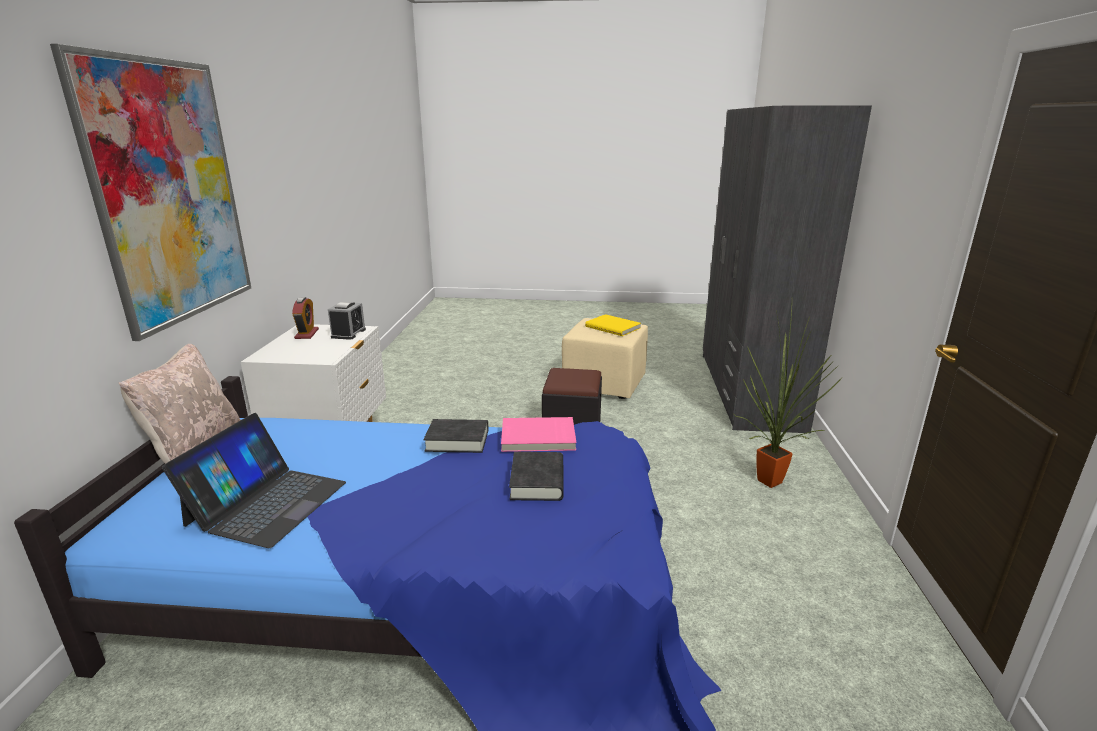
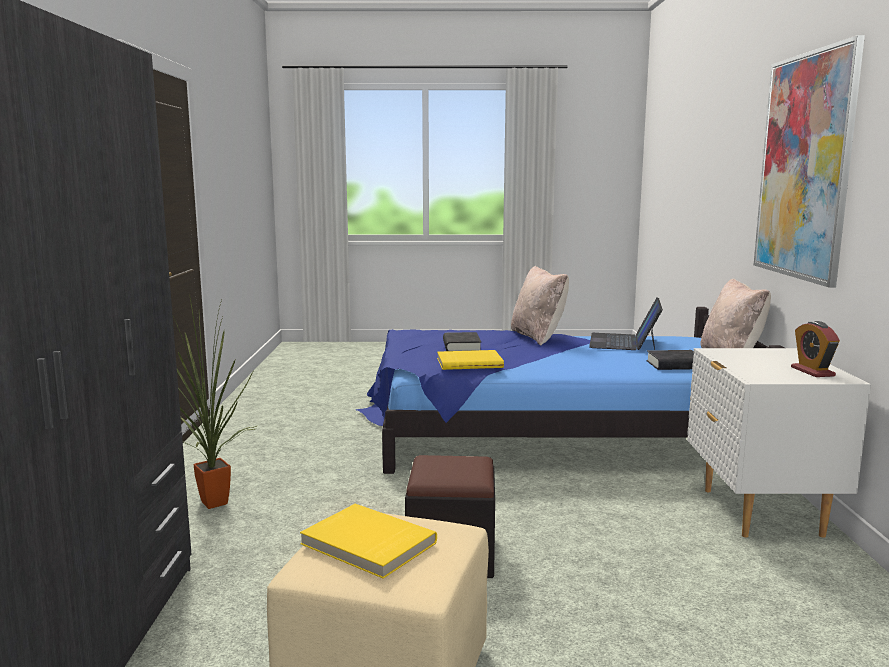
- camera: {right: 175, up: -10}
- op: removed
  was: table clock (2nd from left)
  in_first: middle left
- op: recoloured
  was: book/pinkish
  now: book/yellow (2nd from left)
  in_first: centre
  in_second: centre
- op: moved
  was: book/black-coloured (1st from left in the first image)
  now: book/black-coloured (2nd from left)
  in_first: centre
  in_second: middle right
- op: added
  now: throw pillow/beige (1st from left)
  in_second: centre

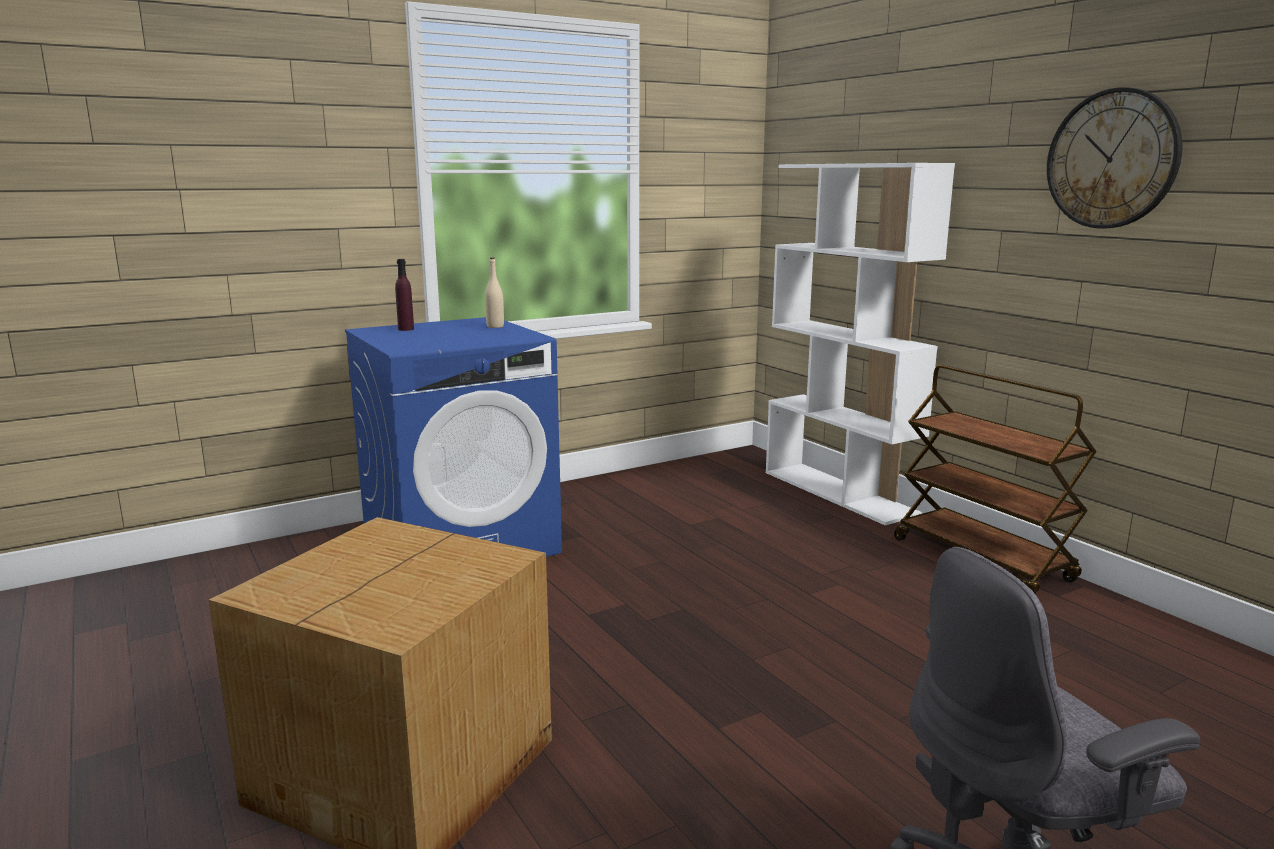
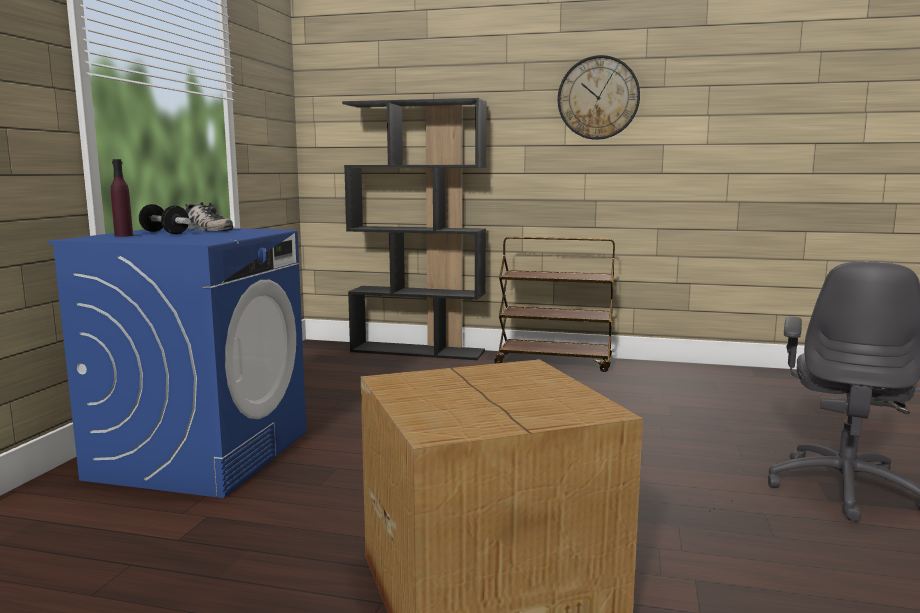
- camera: {right: -45, up: -5}
- op: recoloured
  was: shelving unit/white
  now: shelving unit/black-coloured
  in_first: middle right
  in_second: centre
- op: replaced
  was: beverage bottle/beige
  now: item of footwear
  in_first: centre
  in_second: middle left
- op: added
  now: dumbbell
  in_second: middle left

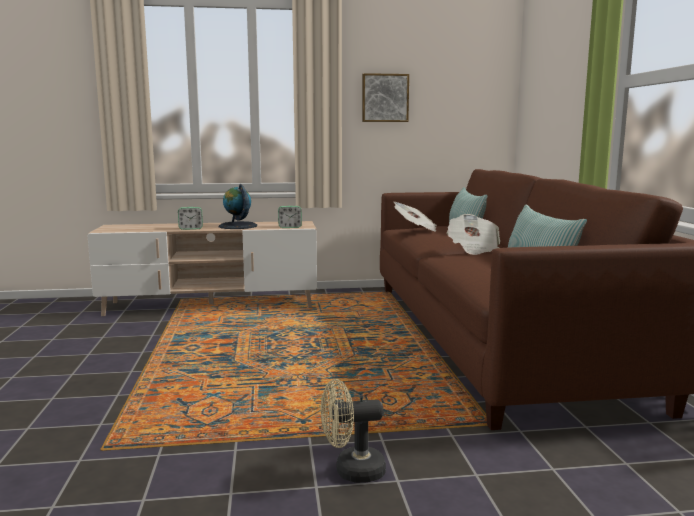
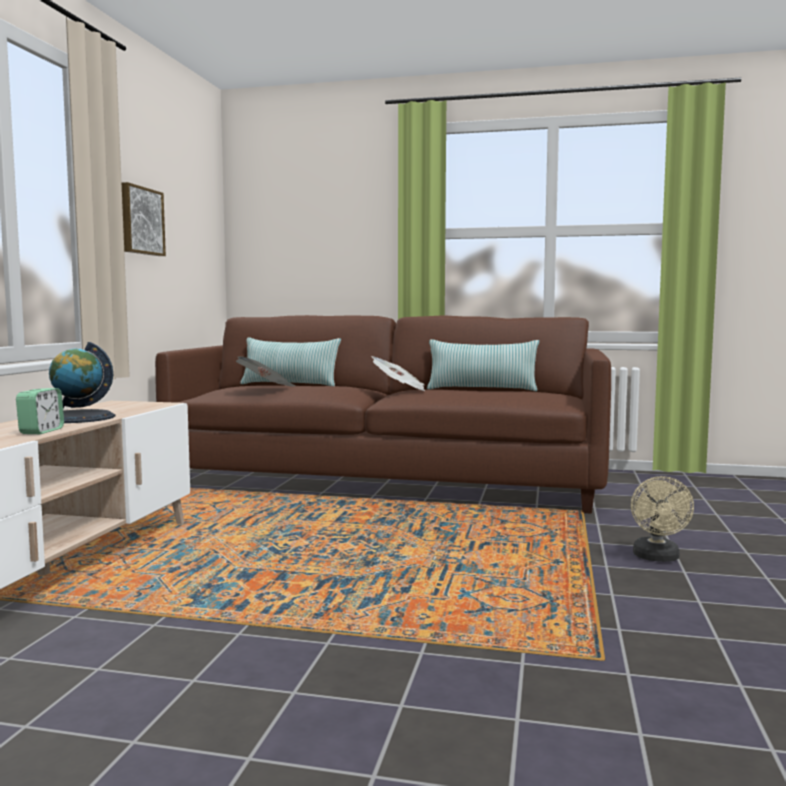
- camera: {right: -70, up: -5}
- op: removed
  was: table clock (2nd from left)
  in_first: centre

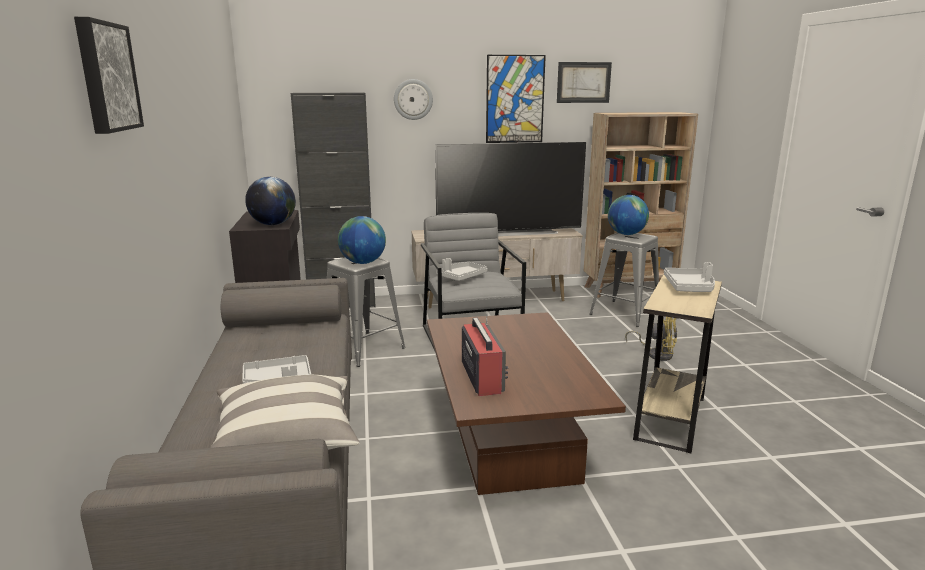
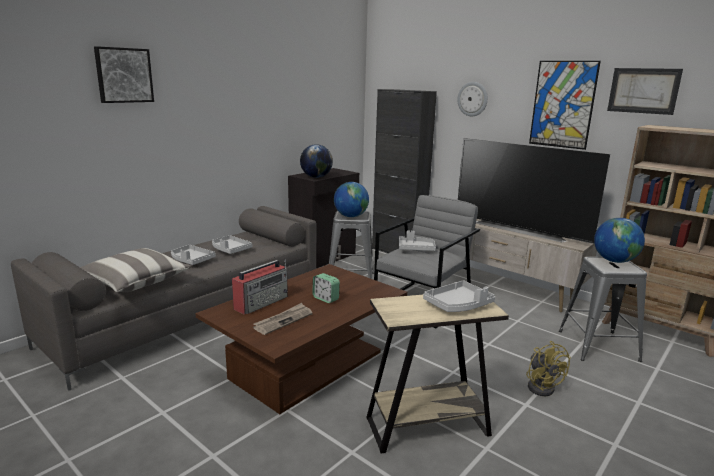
- camera: {right: 50, up: 0}
- op: added
  now: carrying tray/gray (2nd from left)
  in_second: middle left
- op: added
  now: table clock
  in_second: centre
- op: added
  now: printed paper
  in_second: bottom centre

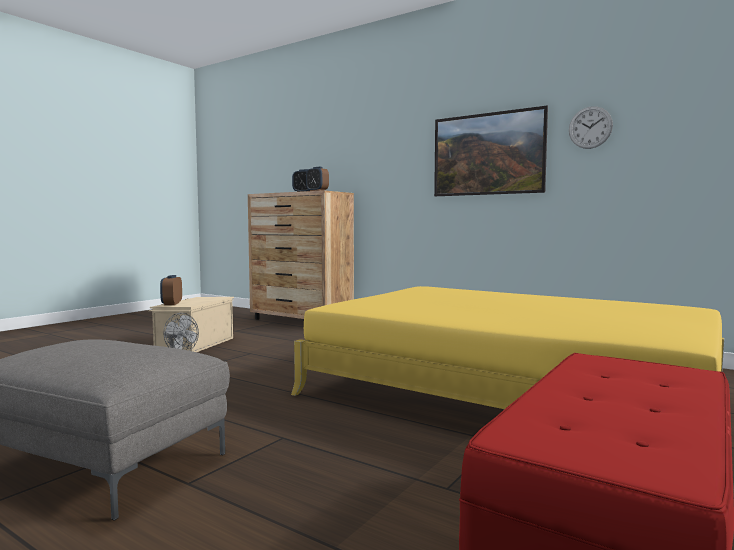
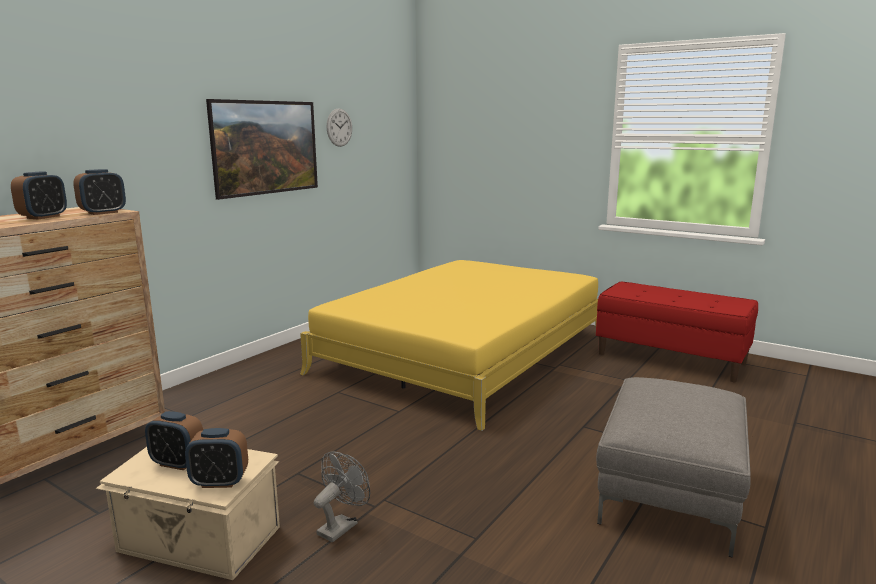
- camera: {right: -90, up: 10}
- op: added
  now: table clock (3rd from left)
  in_second: bottom left

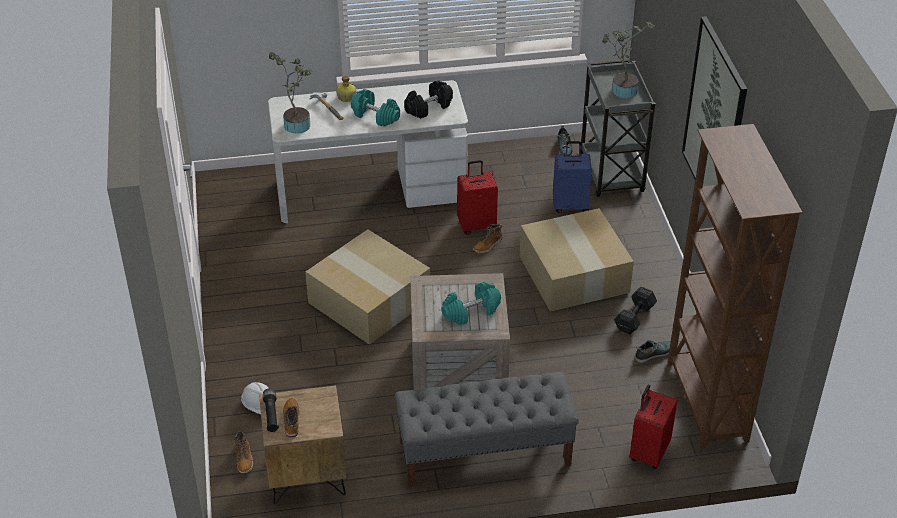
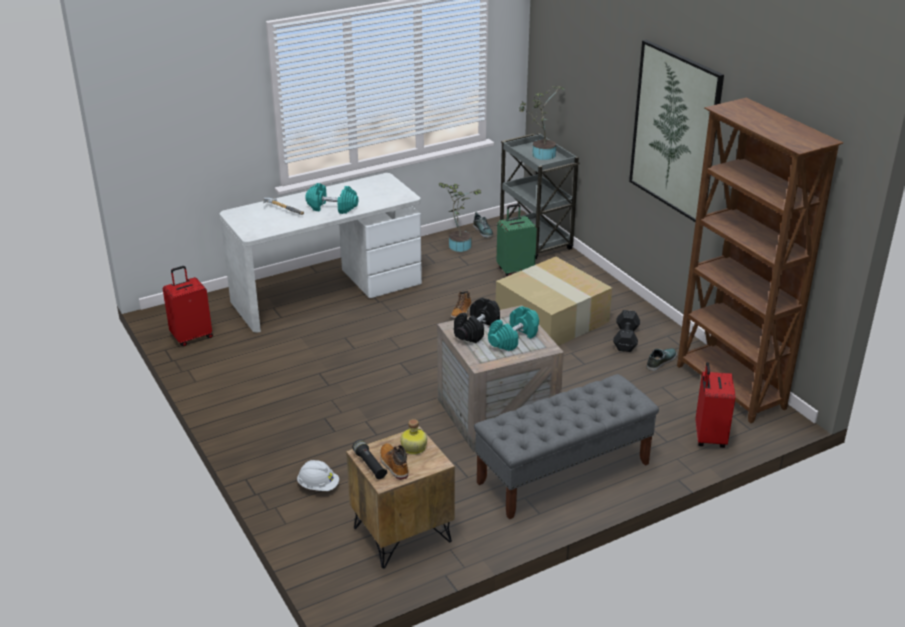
- camera: {right: -20, up: -10}
- op: moved
  was: potted plant (1st from left)
  in_first: top left
  in_second: centre
- op: moved
  was: beverage bottle
  in_first: top centre
  in_second: bottom centre
- op: moved
  was: dumbbell/black-coloured (1st from left)
  in_first: top centre
  in_second: centre
- op: recoloured
  was: travel case/blue-coloured
  now: travel case/greenish
  in_first: centre
  in_second: centre
- op: moved
  was: travel case/red-coloured (1st from left)
  in_first: centre
  in_second: middle left
- op: removed
  was: packing box (1st from left)
  in_first: centre
- op: removed
  was: boot (1st from left)
  in_first: bottom left

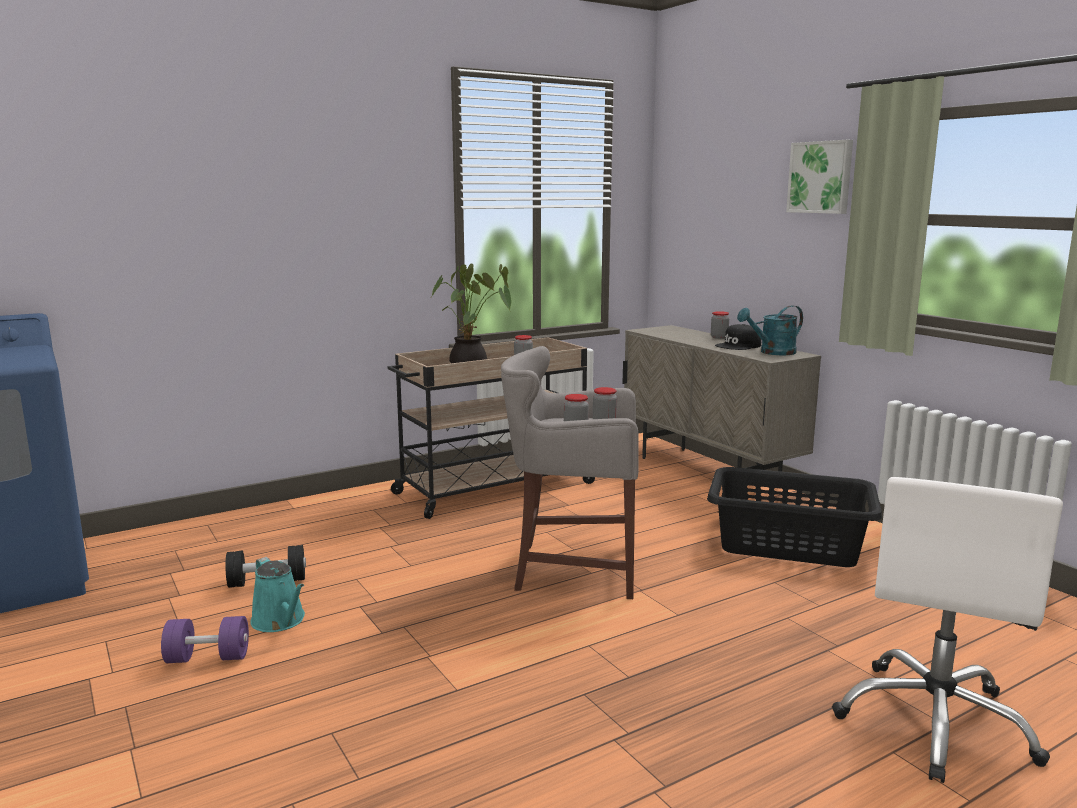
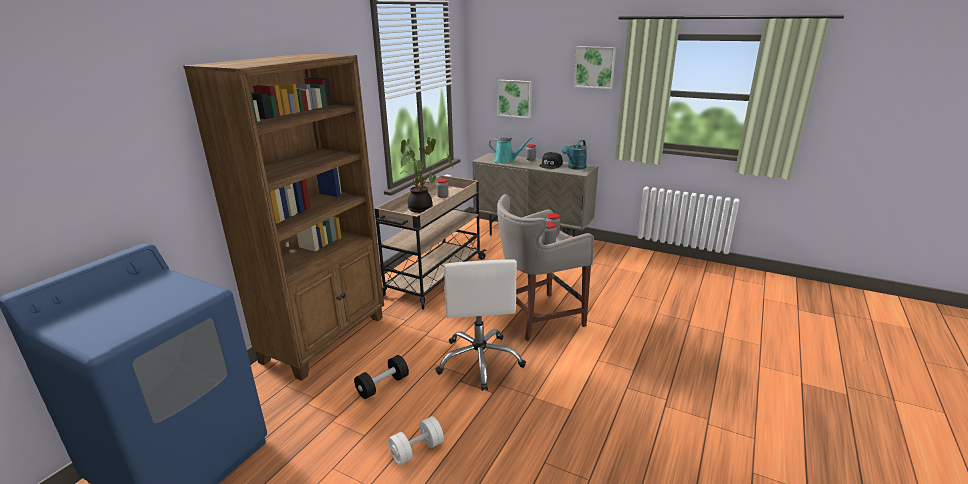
- camera: {right: -30, up: 10}
- op: removed
  was: washing basket/black-coloured
  in_first: middle right
- op: moved
  was: computer chair/white
  in_first: bottom right
  in_second: bottom centre
- op: moved
  was: watering pot/turquoise-coloured (1st from left)
  in_first: bottom left
  in_second: top centre
- op: recoloured
  was: dumbbell/purple
  now: dumbbell/white
  in_first: bottom left
  in_second: bottom centre
- op: added
  now: shelving unit/brownish
  in_second: middle left
- op: added
  now: wall picture (1st from left)
  in_second: top centre

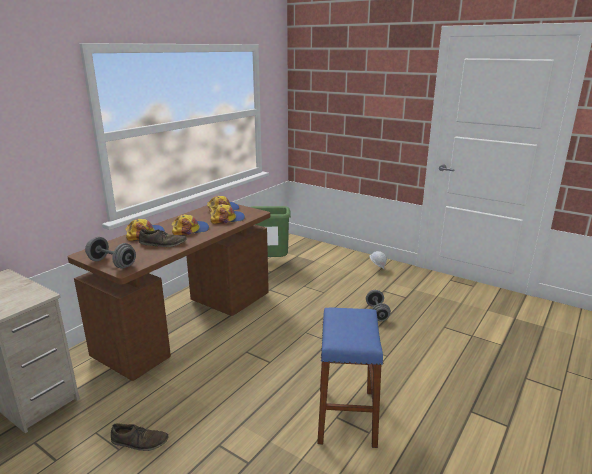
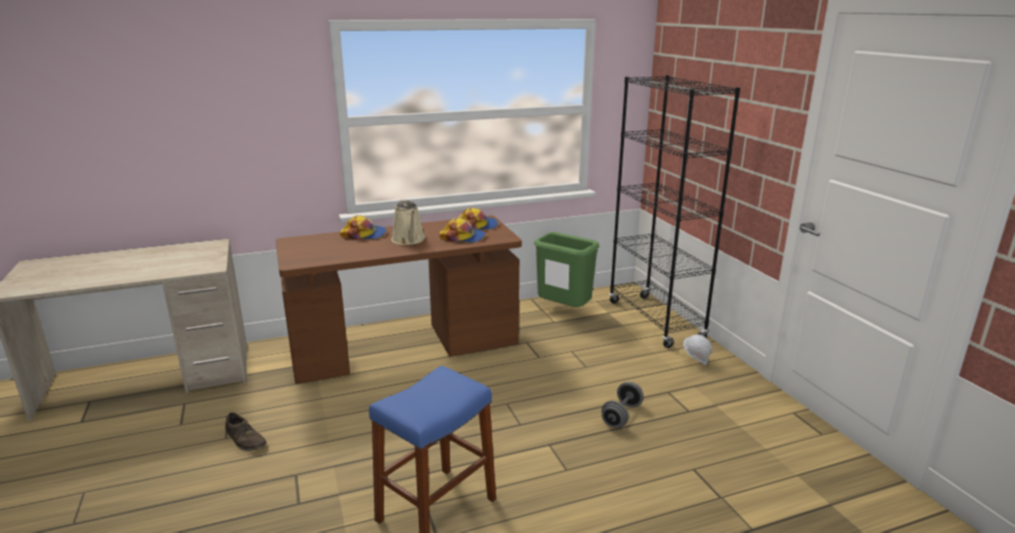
- camera: {right: 35, up: 0}
- op: replaced
  was: peaked cap (2nd from left)
  now: watering pot/beige
  in_first: middle left
  in_second: centre
- op: removed
  was: item of footwear/brownish (2nd from left)
  in_first: middle left
- op: removed
  was: dumbbell/gray (1st from left)
  in_first: middle left
- op: added
  now: shelving unit/black-coloured
  in_second: centre

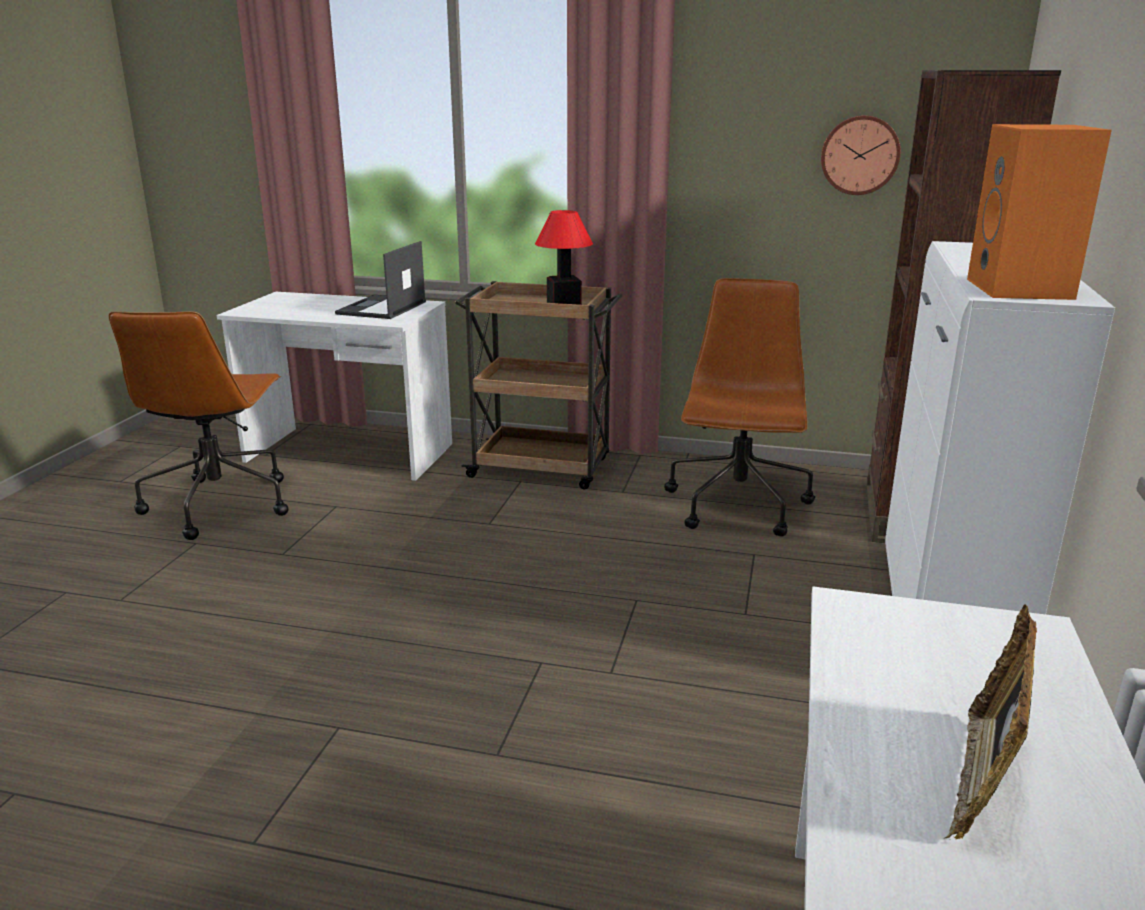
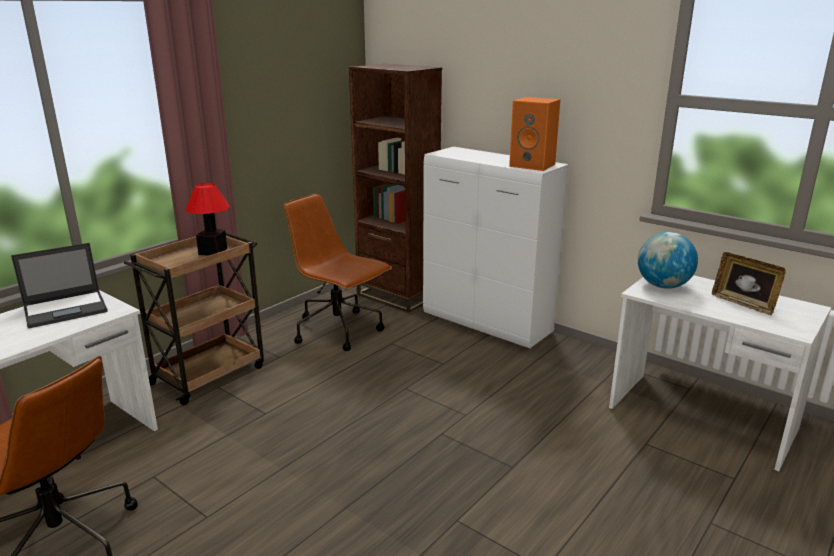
- camera: {right: -65, up: 0}
- op: removed
  was: hanging clock
  in_first: top right
- op: turned
  was: portable computer
  in_first: top left
  in_second: middle left
  clockwise: -75
- op: added
  now: globe
  in_second: middle right

